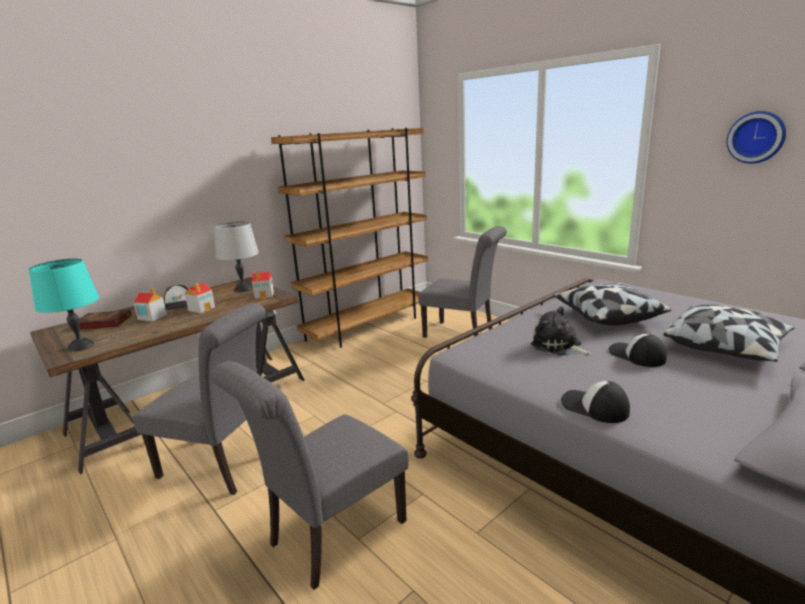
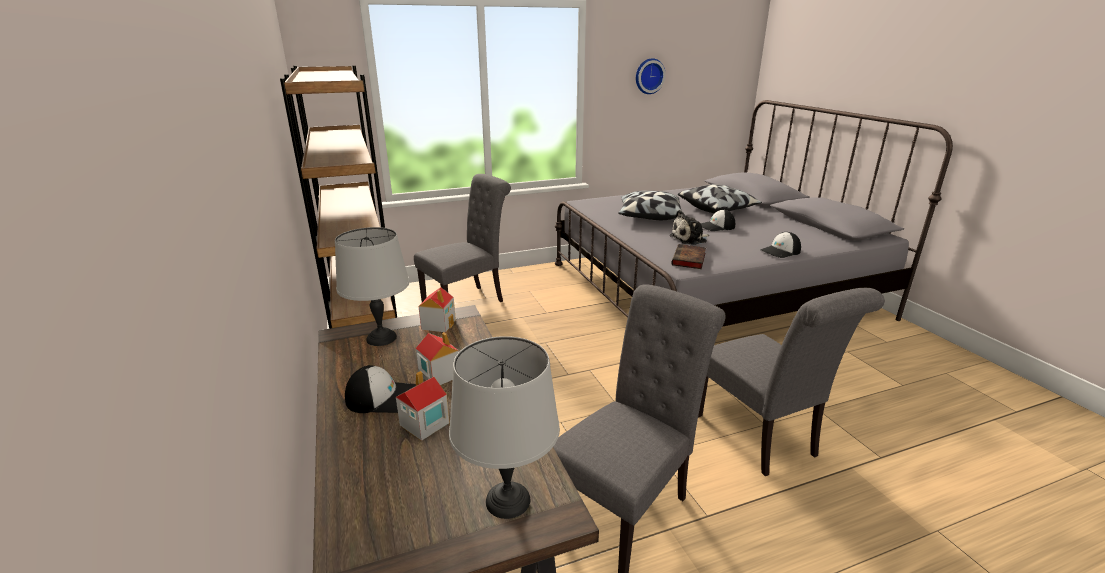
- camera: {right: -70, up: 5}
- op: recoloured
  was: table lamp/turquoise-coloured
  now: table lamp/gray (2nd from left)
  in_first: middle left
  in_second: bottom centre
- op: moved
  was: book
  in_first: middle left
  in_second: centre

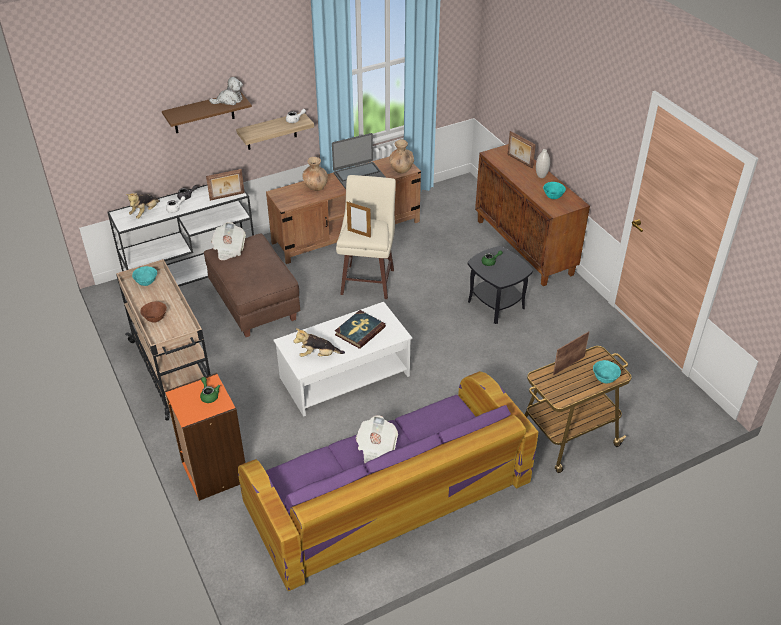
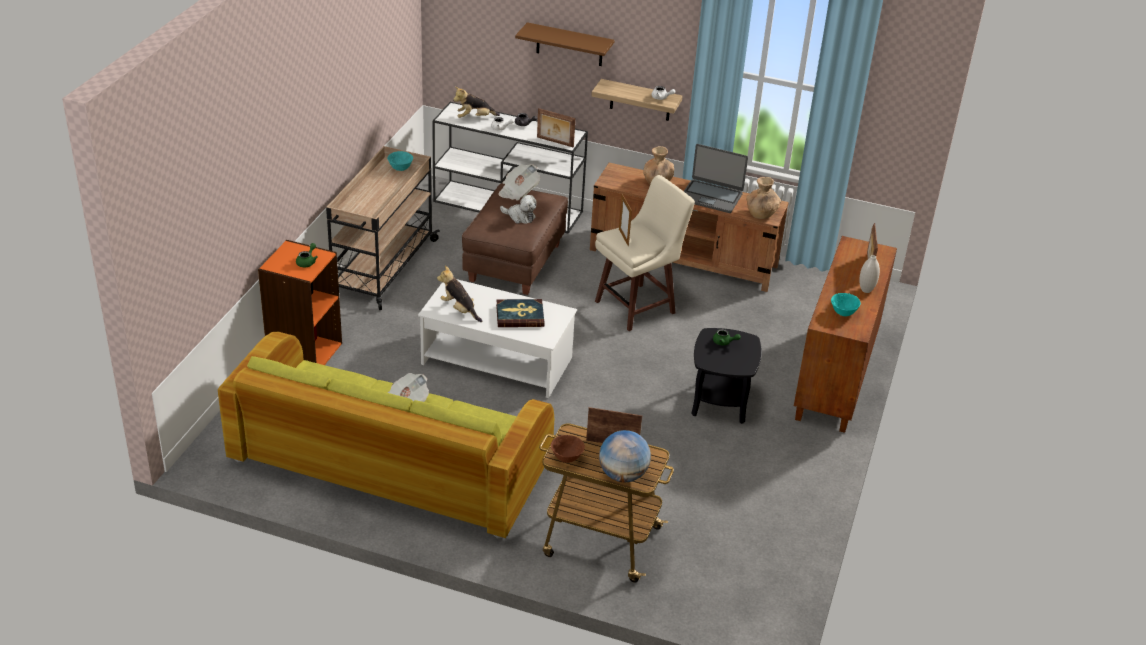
- camera: {right: 45, up: -5}
- op: moved
  was: soft toy (2nd from left in the first image)
  now: soft toy (3rd from left)
  in_first: top left
  in_second: top centre
- op: moved
  was: deep dish/brownish
  in_first: middle left
  in_second: bottom centre
- op: replaced
  was: deep dish/turquoise-coloured (3rd from left)
  now: globe
  in_first: middle right
  in_second: bottom centre
- op: recoloured
  was: couch/purple
  now: couch/greenish
  in_first: bottom centre
  in_second: bottom centre

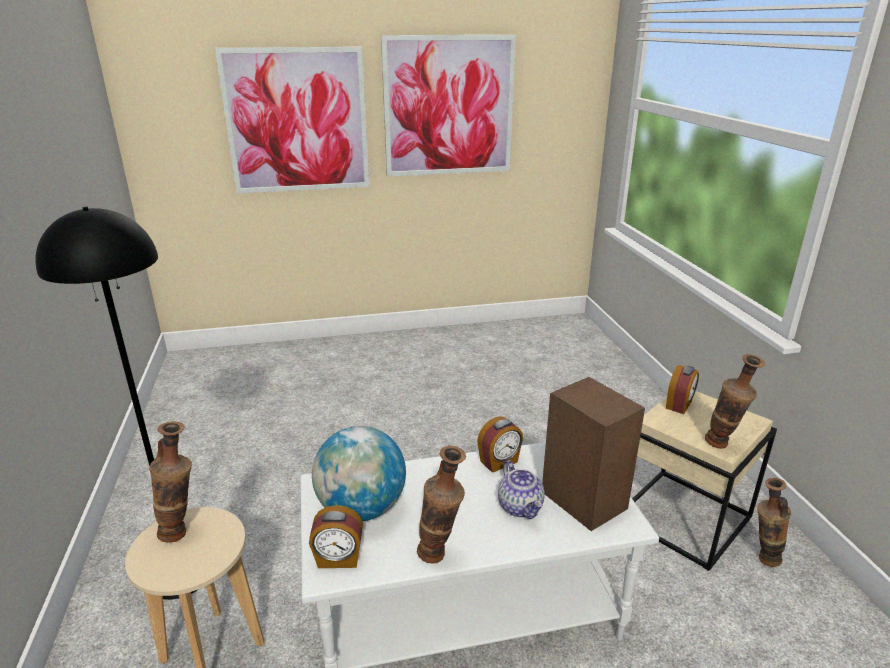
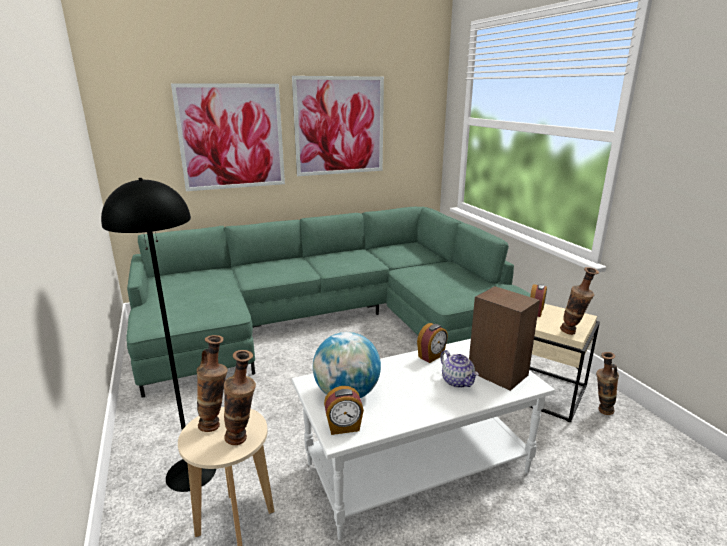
- camera: {right: -10, up: -5}
- op: moved
  was: vase (2nd from left)
  in_first: bottom centre
  in_second: bottom left
- op: added
  now: couch/greenish
  in_second: centre

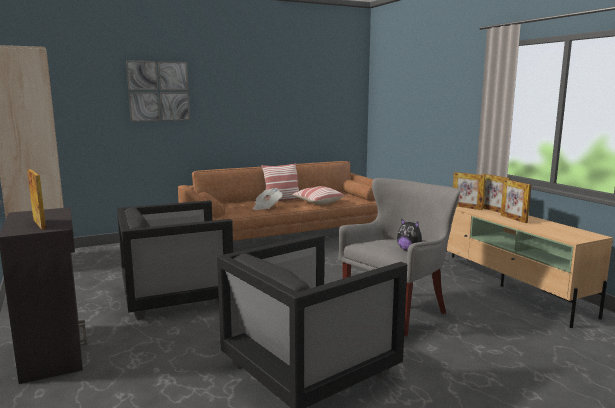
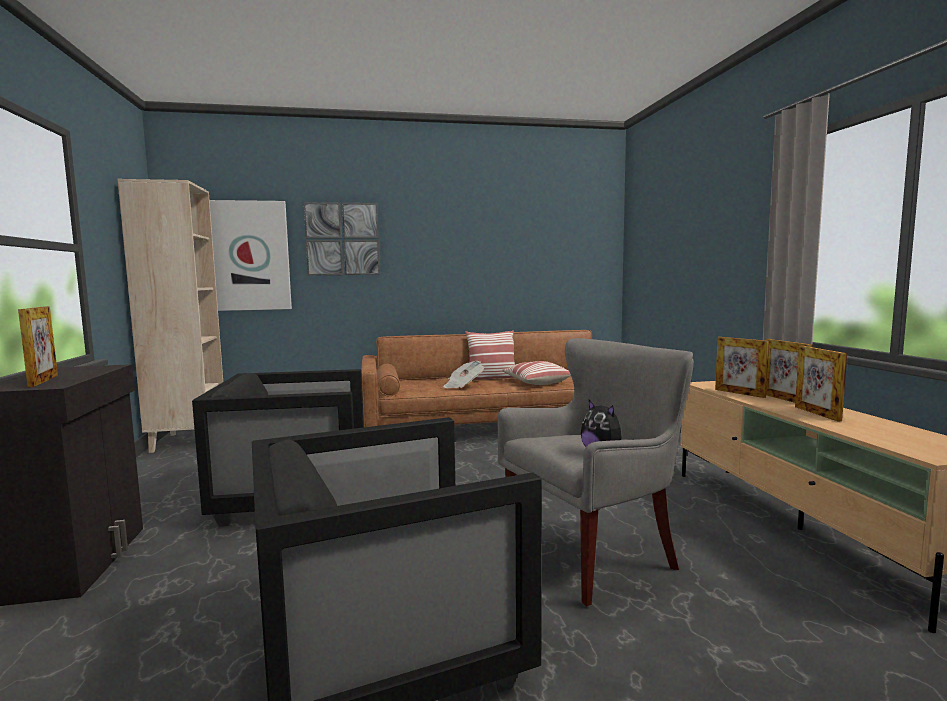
- camera: {right: 15, up: -5}
- op: added
  now: wall picture (1st from left)
  in_second: middle left

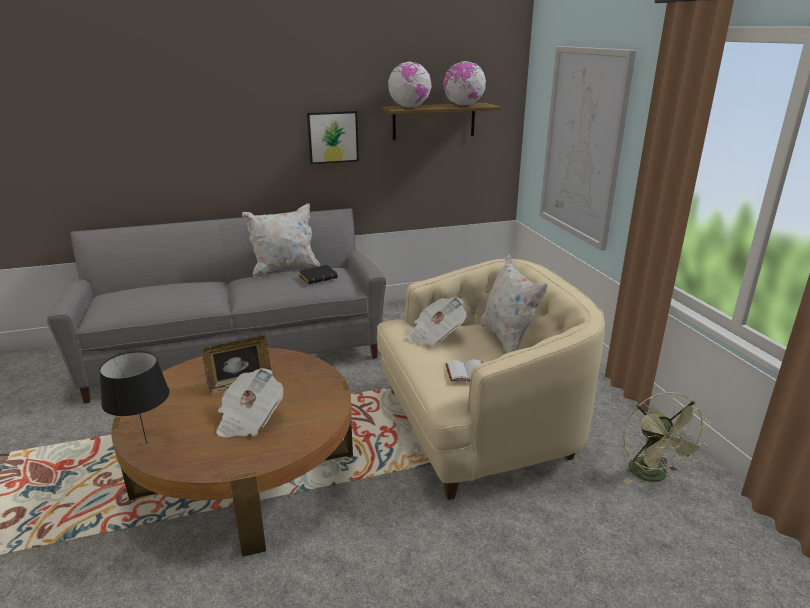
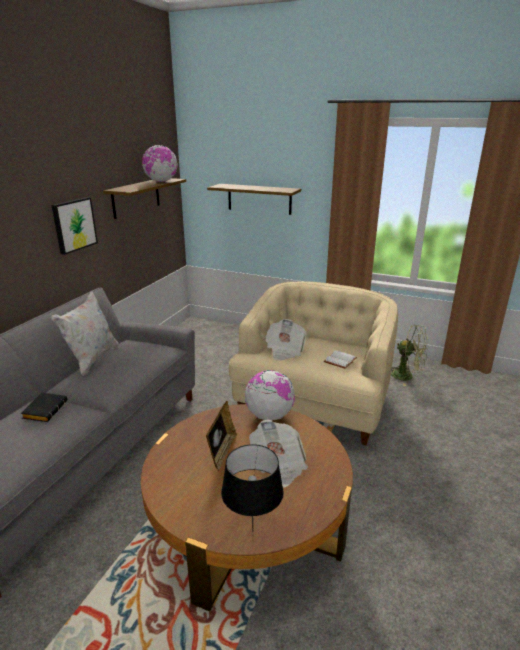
- camera: {right: -50, up: 0}
- op: replaced
  was: wall picture (2nd from left)
  now: shelf (2nd from left)
  in_first: top right
  in_second: top centre
- op: moved
  was: globe (1st from left in the first image)
  now: globe (2nd from left)
  in_first: top centre
  in_second: centre
- op: removed
  was: throw pillow/white (2nd from left)
  in_first: centre
- op: moved
  was: book/black-coloured
  in_first: centre
  in_second: middle left

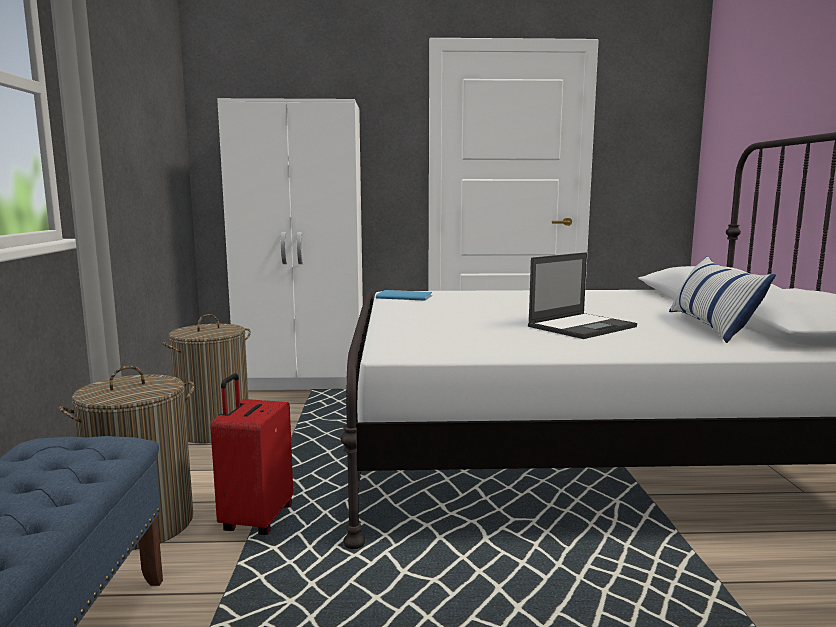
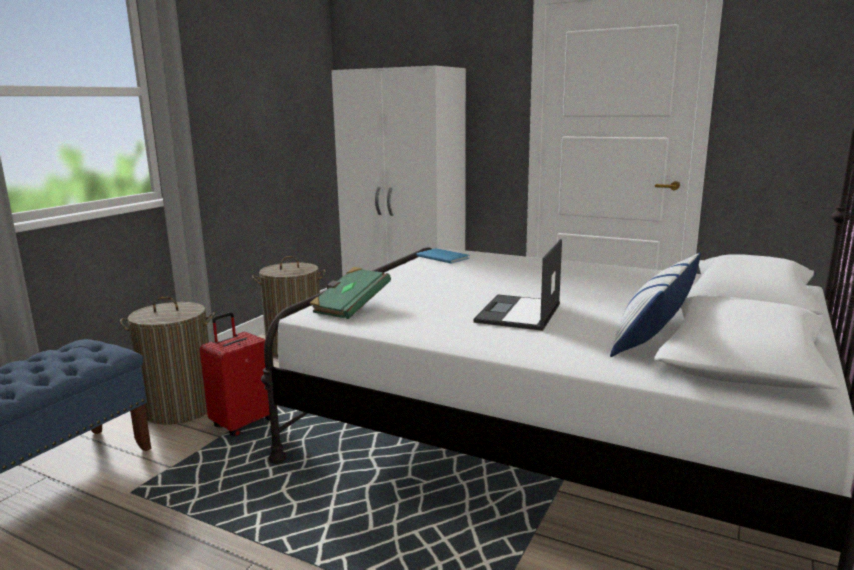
- camera: {right: 30, up: 5}
- op: turned
  was: portable computer
  in_first: middle right
  in_second: centre
  clockwise: 120
- op: added
  now: book/greenish
  in_second: centre

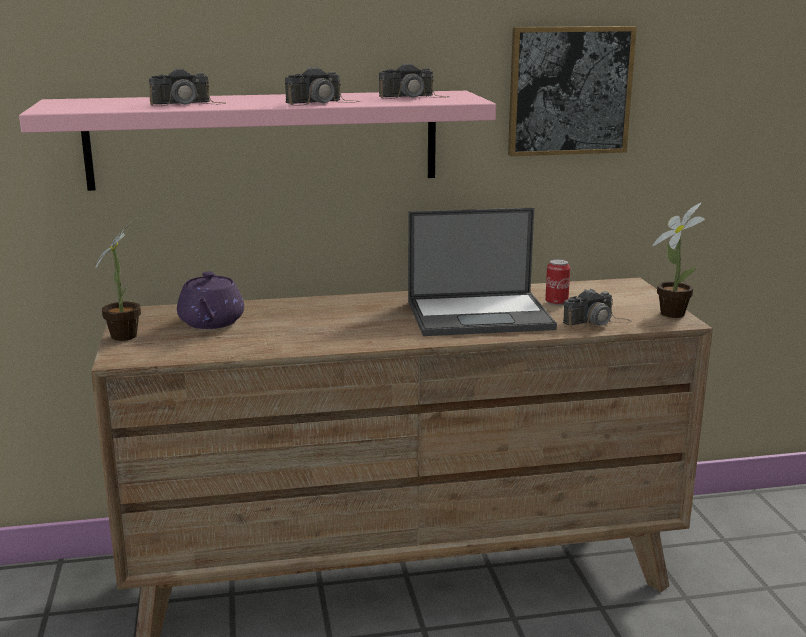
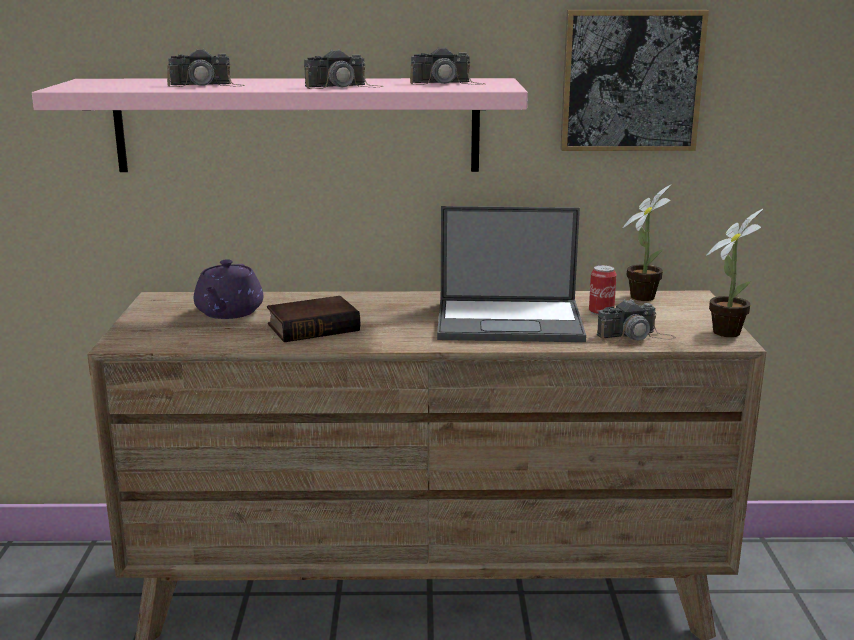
- camera: {right: 10, up: 0}
- op: moved
  was: potted plant (1st from left)
  in_first: middle left
  in_second: middle right
- op: added
  now: book
  in_second: centre

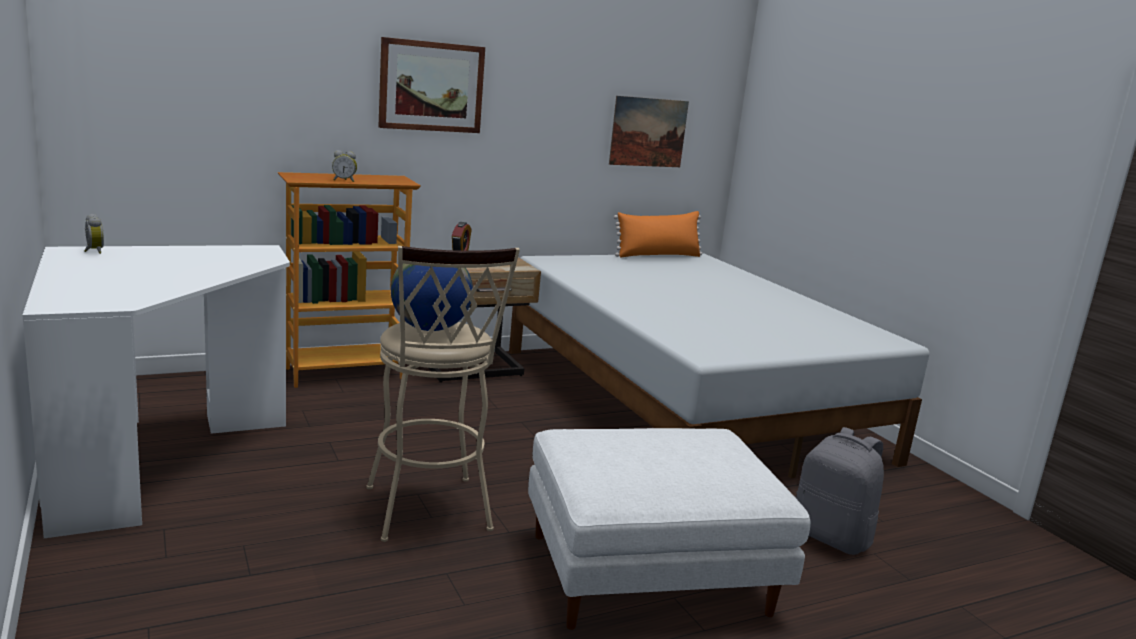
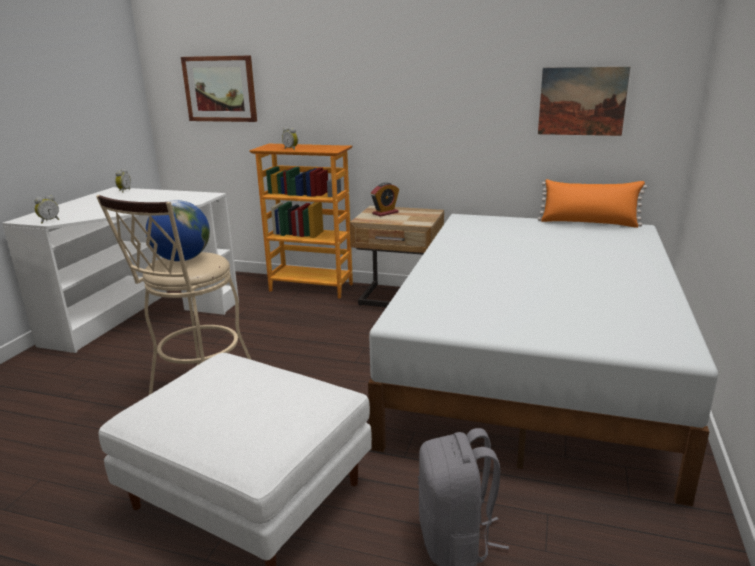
- camera: {right: 45, up: 5}
- op: moved
  was: wall picture (1st from left)
  in_first: top centre
  in_second: top left
- op: added
  now: table clock (1st from left)
  in_second: middle left

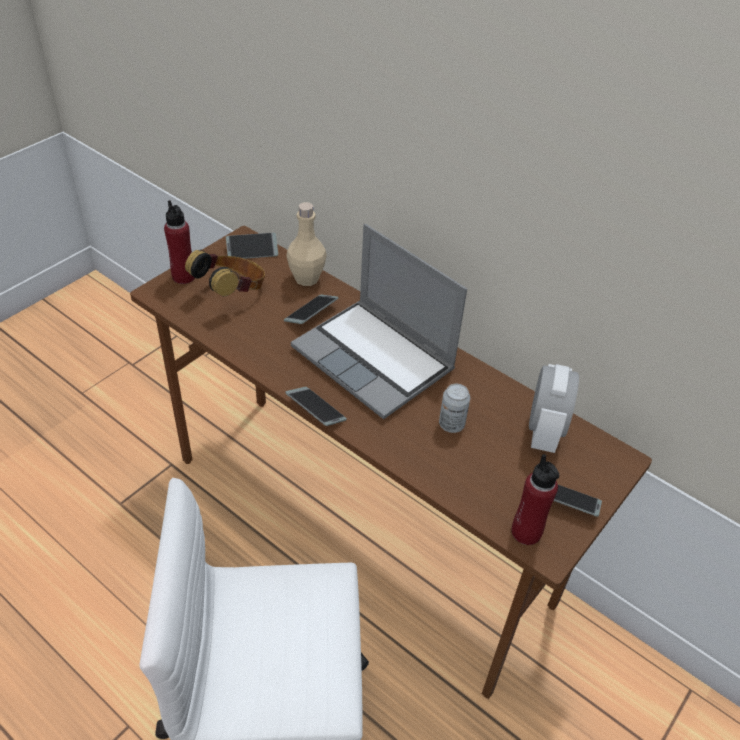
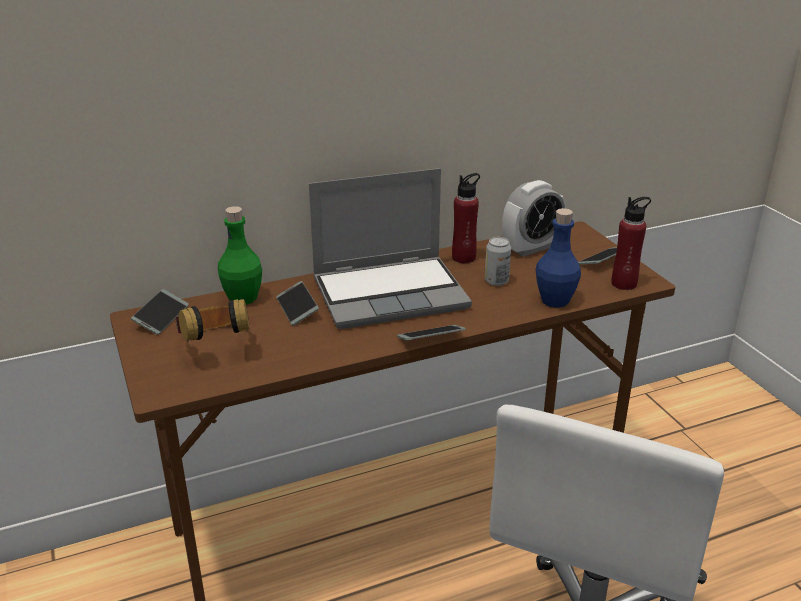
- camera: {right: -60, up: -15}
- op: moved
  was: beverage bottle/red-coloured (1st from left)
  in_first: top left
  in_second: centre
- op: recoloured
  was: beverage bottle/beige
  now: beverage bottle/greenish
  in_first: top centre
  in_second: middle left
- op: turned
  was: table clock
  in_first: middle right
  in_second: centre
  clockwise: 105
- op: added
  now: beverage bottle/blue-coloured
  in_second: middle right

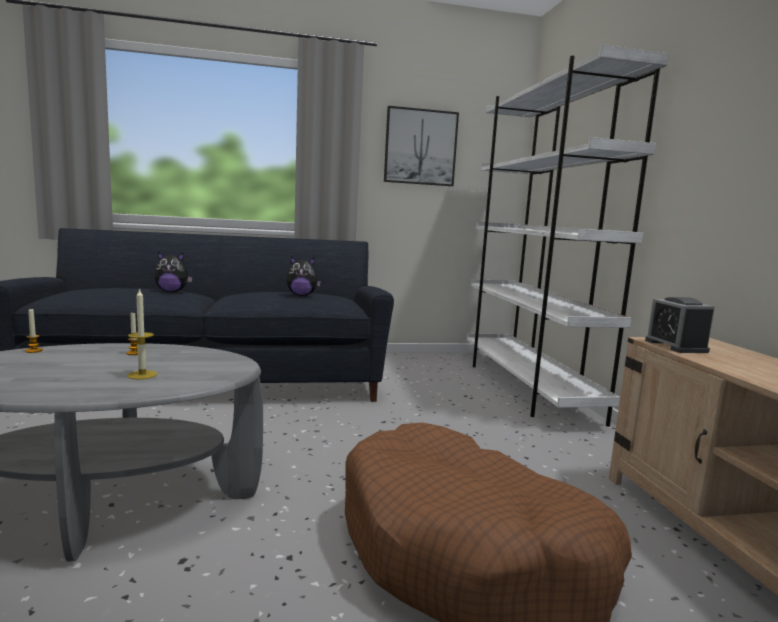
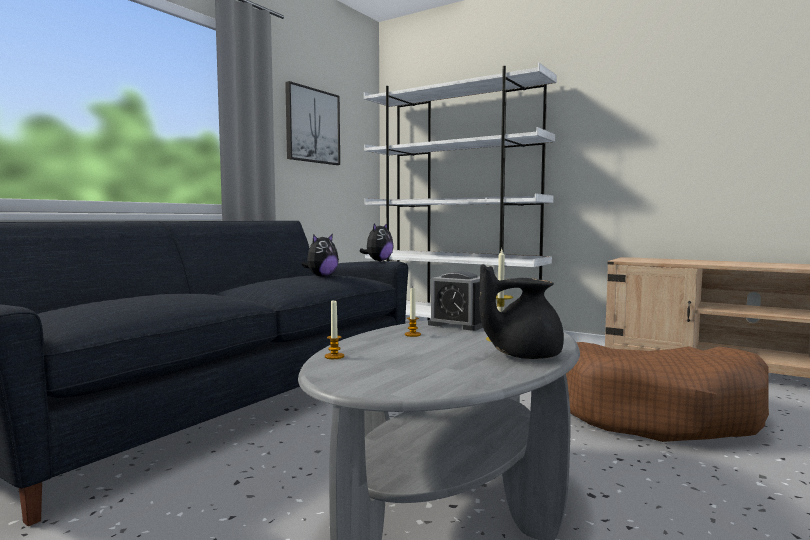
- camera: {right: -45, up: -5}
- op: moved
  was: soft toy (1st from left in the first image)
  now: soft toy (2nd from left)
  in_first: middle left
  in_second: centre
- op: moved
  was: table clock
  in_first: middle right
  in_second: centre
- op: added
  now: teapot/black-coloured
  in_second: centre

